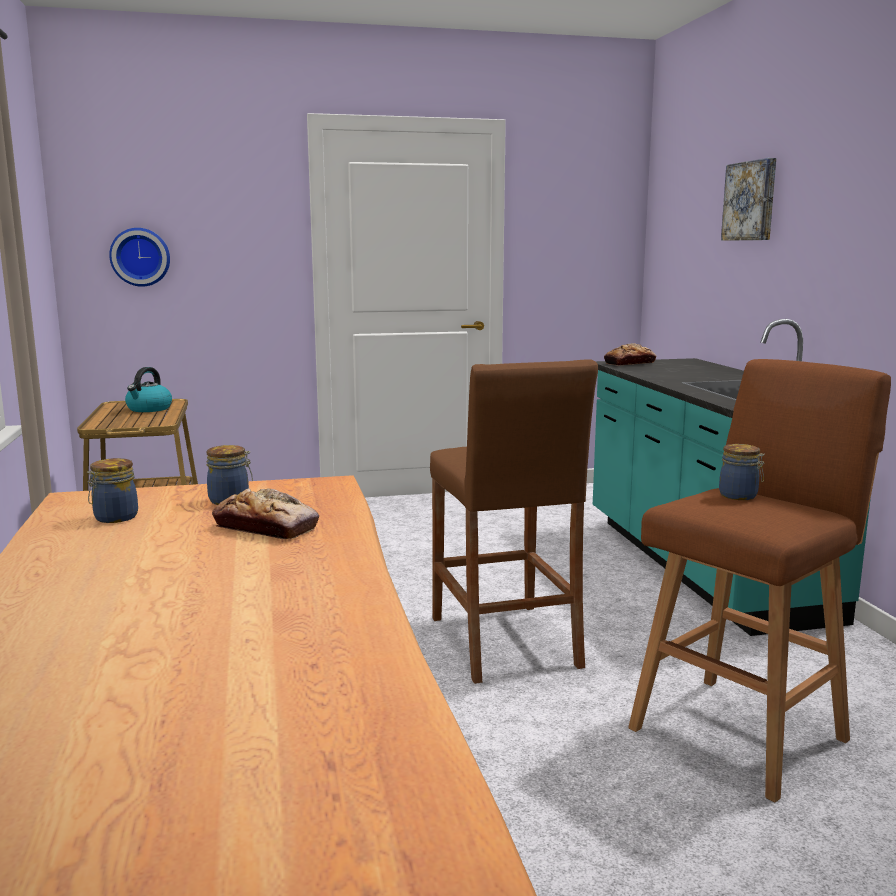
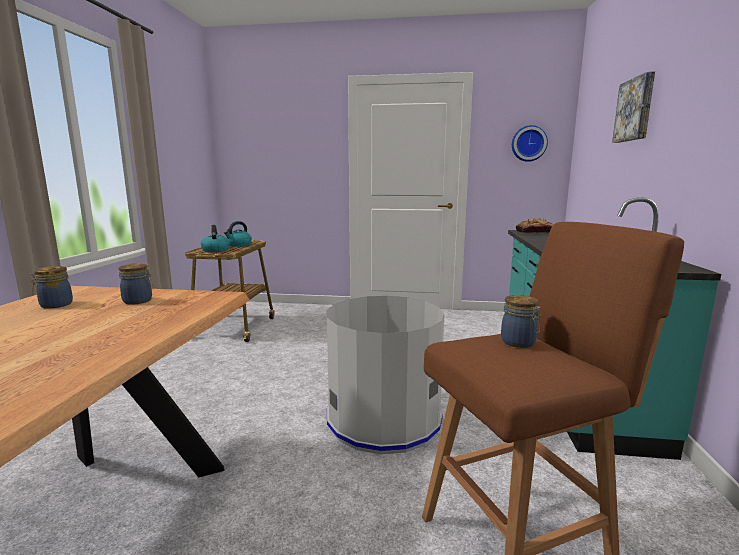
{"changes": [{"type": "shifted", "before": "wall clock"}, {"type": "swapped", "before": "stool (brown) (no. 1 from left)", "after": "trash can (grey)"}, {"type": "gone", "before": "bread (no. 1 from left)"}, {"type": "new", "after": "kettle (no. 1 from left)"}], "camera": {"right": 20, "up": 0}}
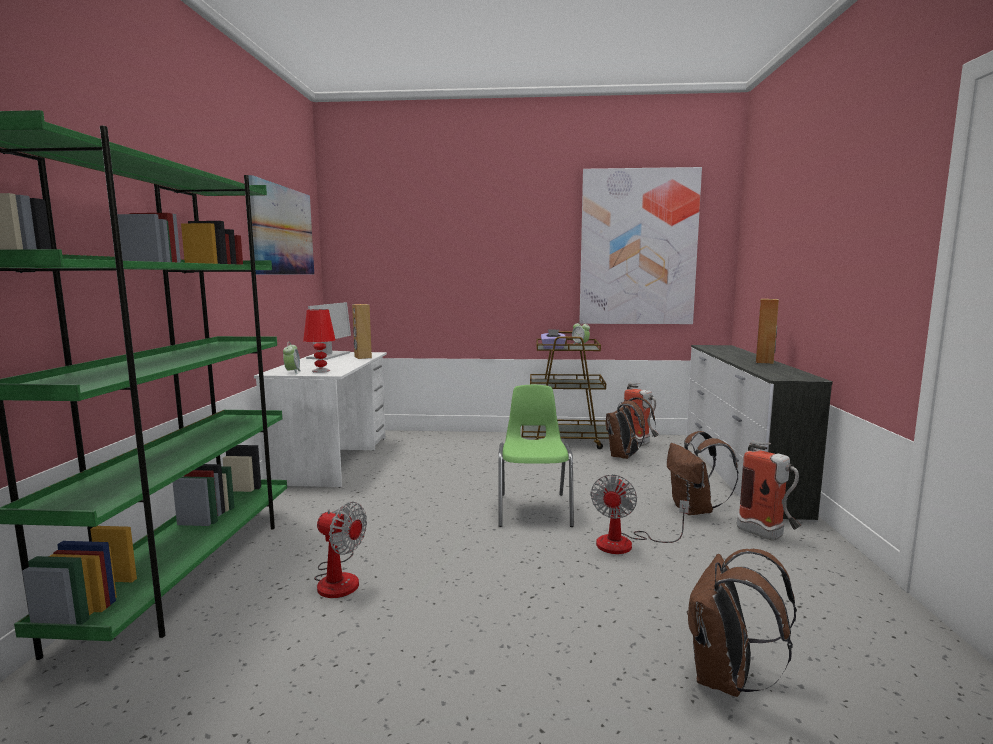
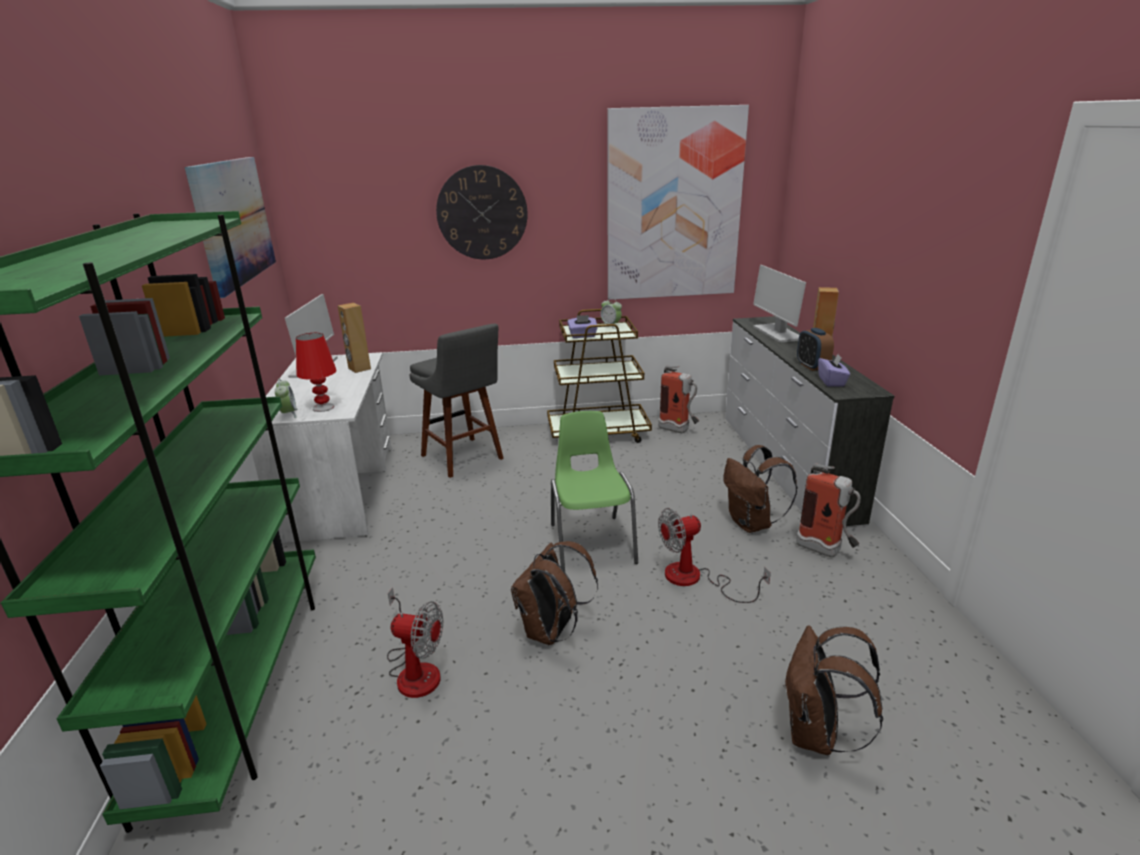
{"changes": [{"type": "shifted", "before": "backpack (brown) (no. 1 from left)"}, {"type": "rotated", "before": "fan (no. 2 from left)", "turn": 60}, {"type": "new", "after": "wall clock"}, {"type": "new", "after": "monitor (no. 2 from left)"}, {"type": "new", "after": "stool (grey)"}, {"type": "new", "after": "alarm clock (no. 3 from left)"}, {"type": "new", "after": "tissue box (purple) (no. 2 from left)"}], "camera": {"right": -10, "up": 15}}
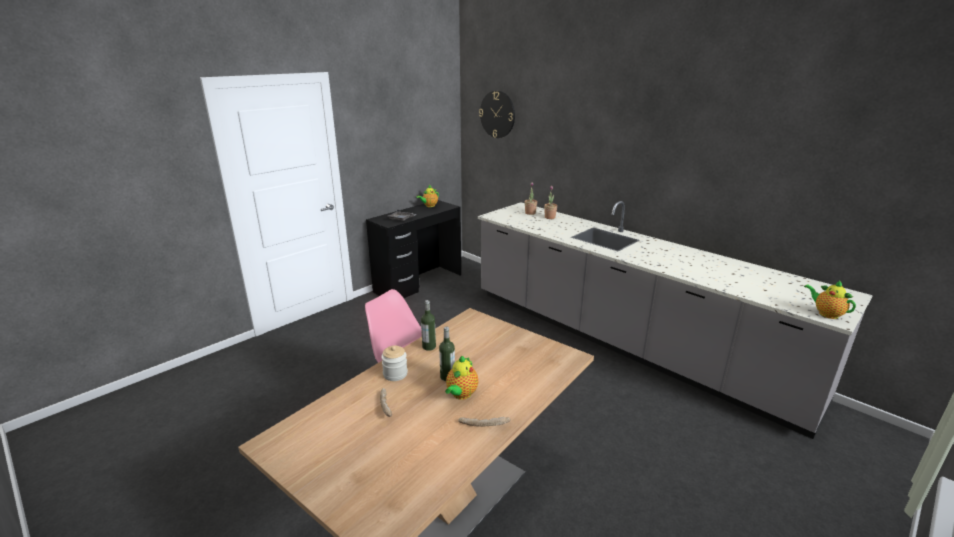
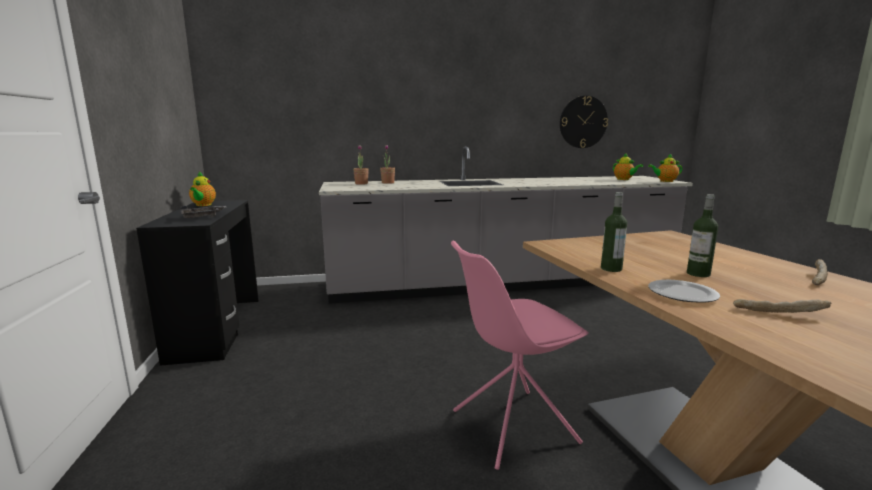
{"changes": [{"type": "shifted", "before": "wall clock"}, {"type": "swapped", "before": "jar", "after": "plate"}, {"type": "shifted", "before": "teapot (no. 2 from left)"}], "camera": {"right": -55, "up": -10}}
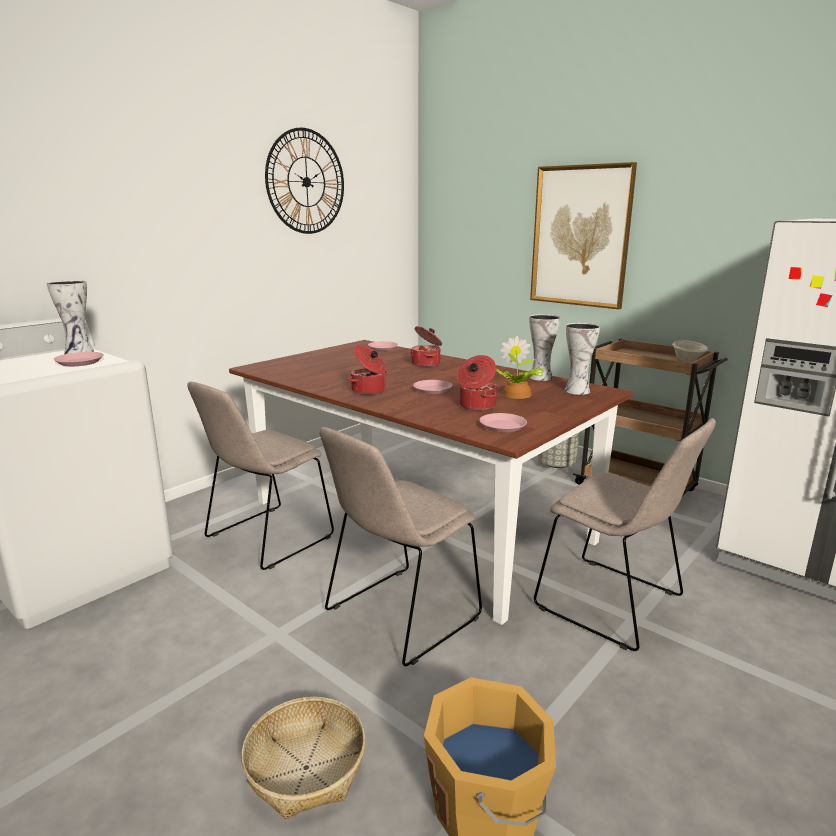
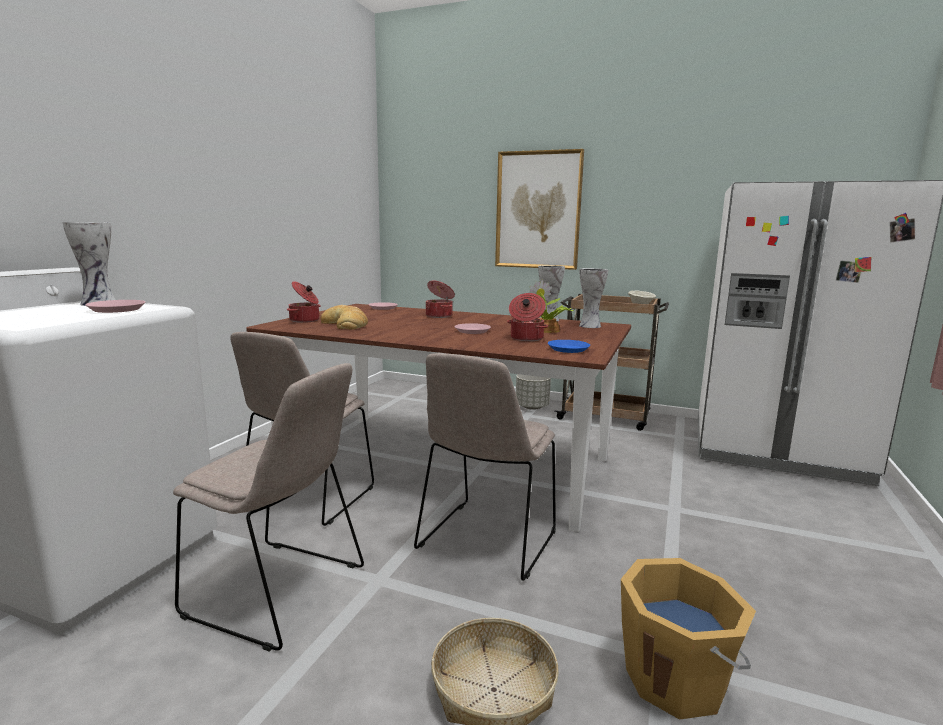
{"changes": [{"type": "gone", "before": "wall clock"}, {"type": "shifted", "before": "cooking pot (no. 1 from left)"}, {"type": "repainted", "before": "plate (pink) (no. 4 from left)", "after": "plate (blue)"}, {"type": "shifted", "before": "chair (beige) (no. 3 from left in the first image)", "after": "chair (beige) (no. 1 from left)"}, {"type": "new", "after": "bread"}], "camera": {"right": -20, "up": -5}}
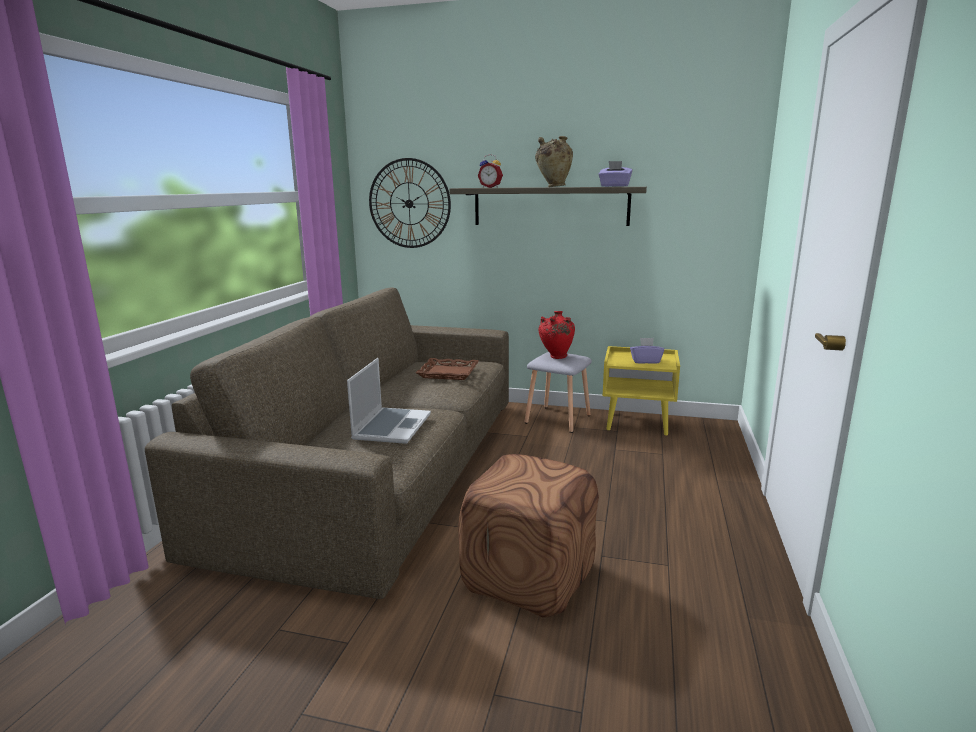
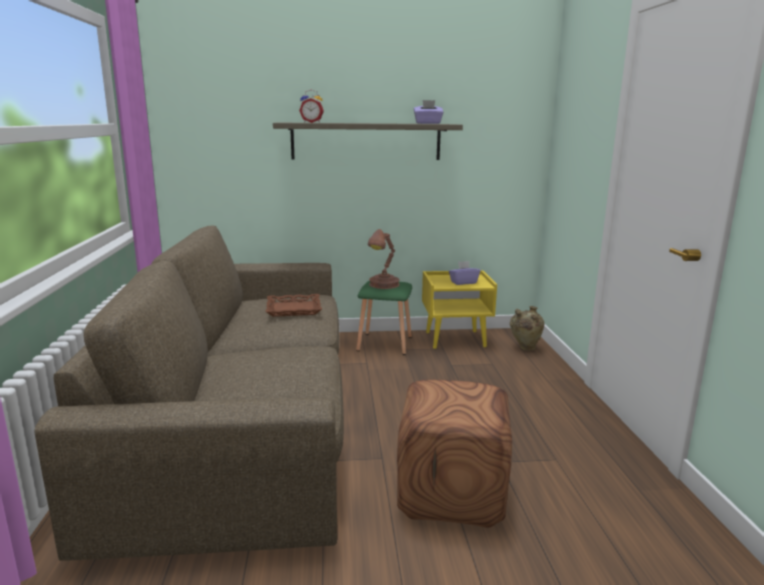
{"changes": [{"type": "shifted", "before": "vase (beige)"}, {"type": "gone", "before": "wall clock"}, {"type": "swapped", "before": "vase (red)", "after": "table lamp (brown)"}, {"type": "repainted", "before": "stool (grey)", "after": "stool (green)"}, {"type": "gone", "before": "laptop"}], "camera": {"right": -20, "up": 0}}
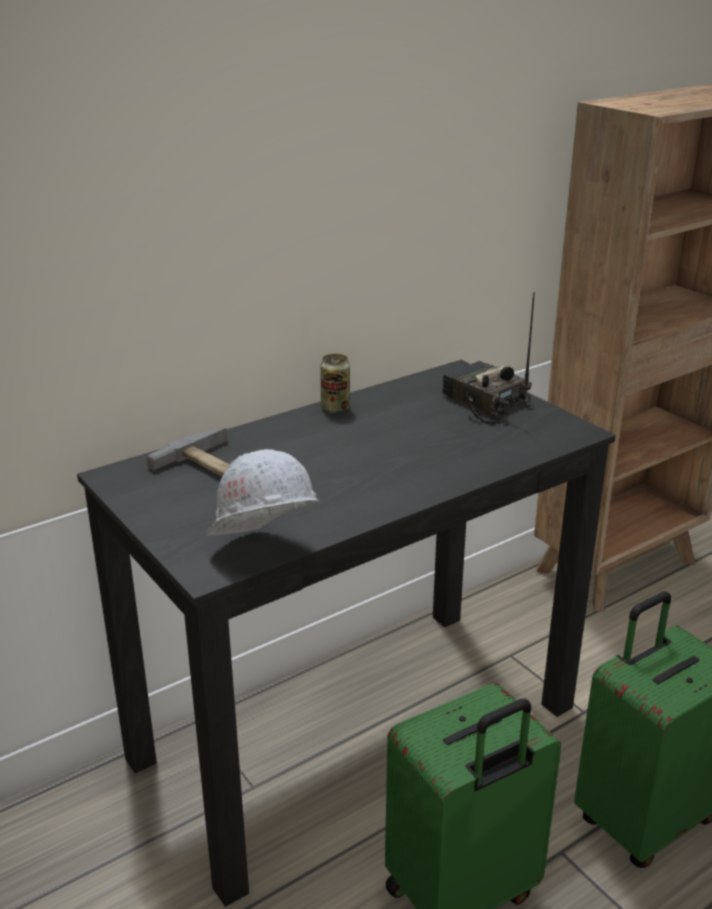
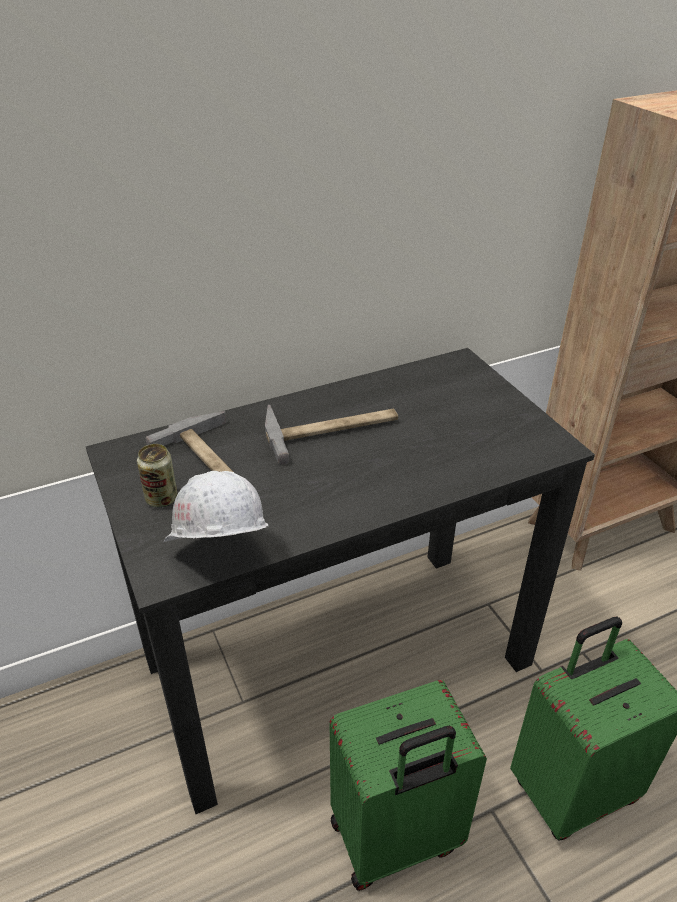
{"changes": [{"type": "gone", "before": "radio"}, {"type": "shifted", "before": "can"}, {"type": "new", "after": "hammer (no. 2 from left)"}], "camera": {"right": 10, "up": 10}}
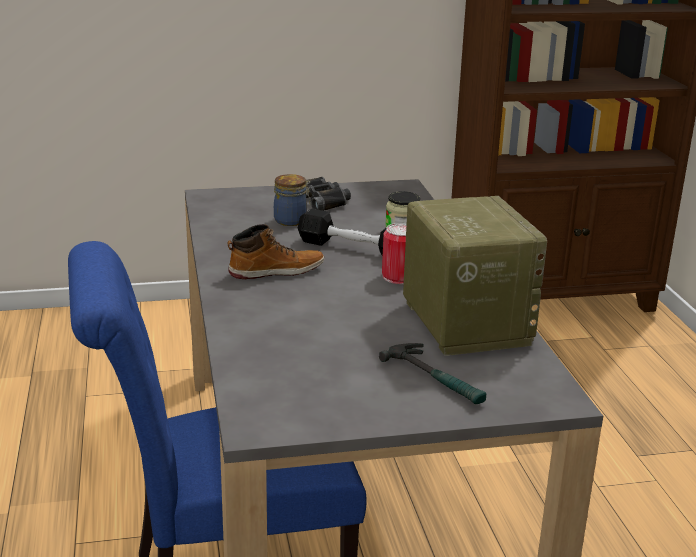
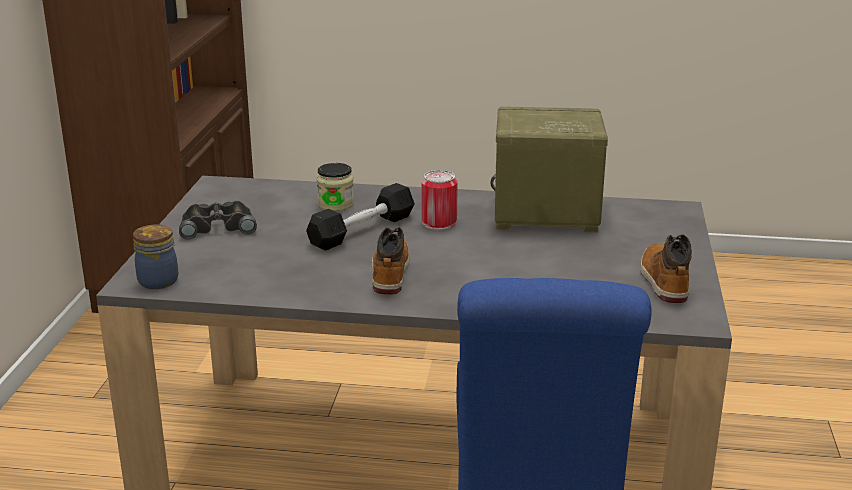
{"changes": [{"type": "shifted", "before": "jar (no. 1 from left)"}, {"type": "gone", "before": "hammer"}, {"type": "new", "after": "boot (no. 2 from left)"}], "camera": {"right": -70, "up": 0}}
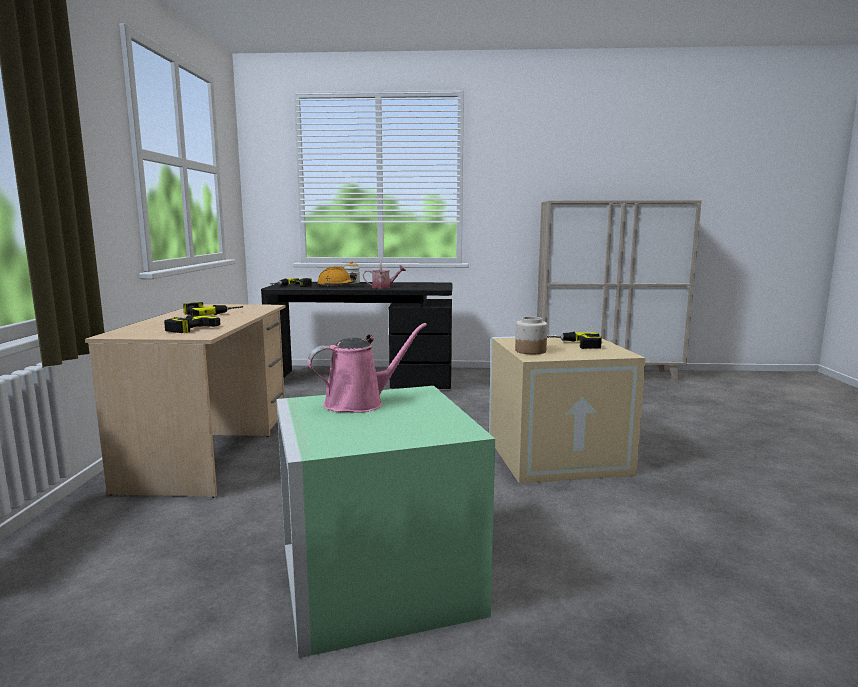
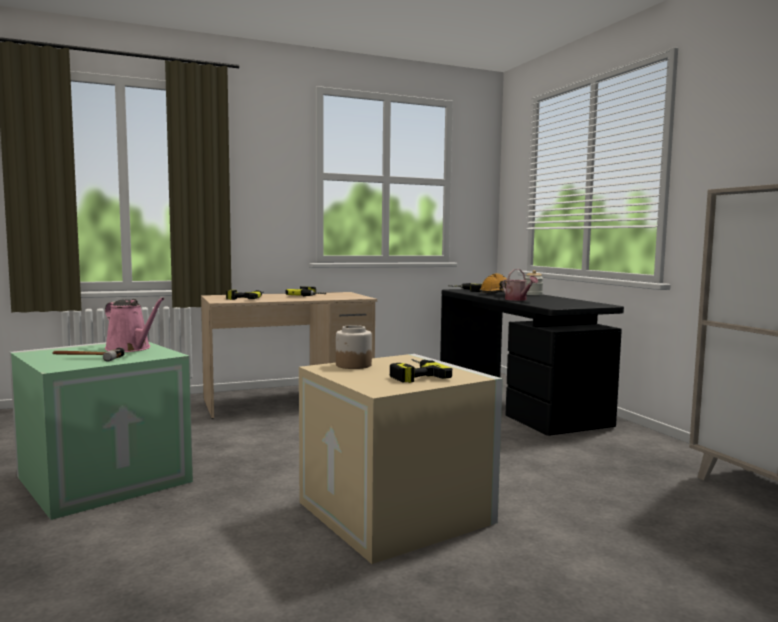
{"changes": [{"type": "new", "after": "hammer"}], "camera": {"right": 65, "up": -5}}
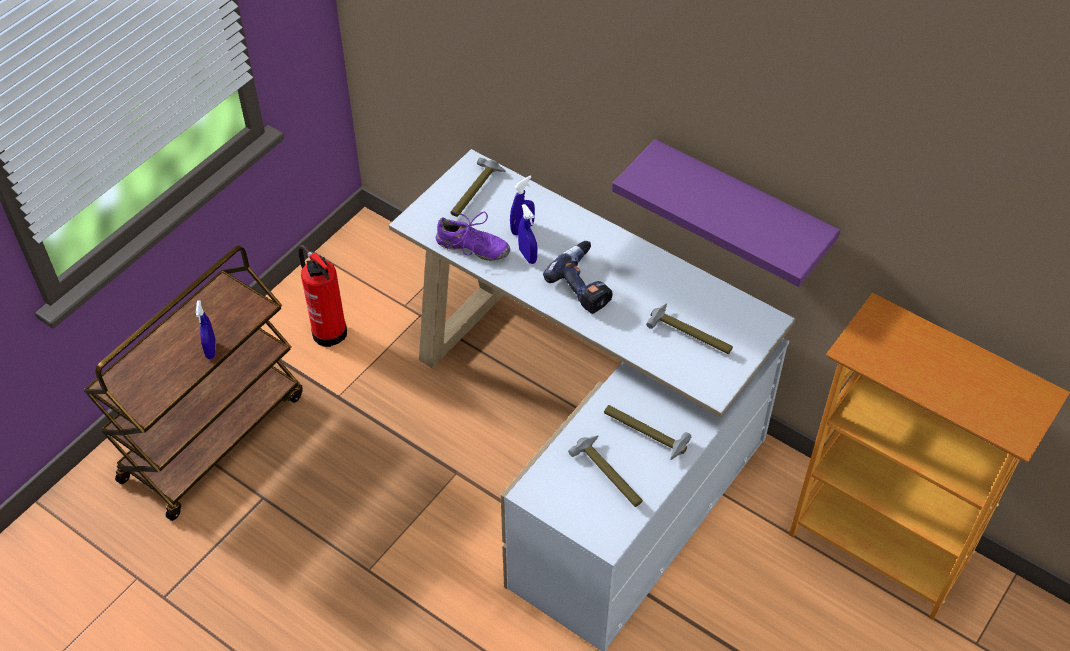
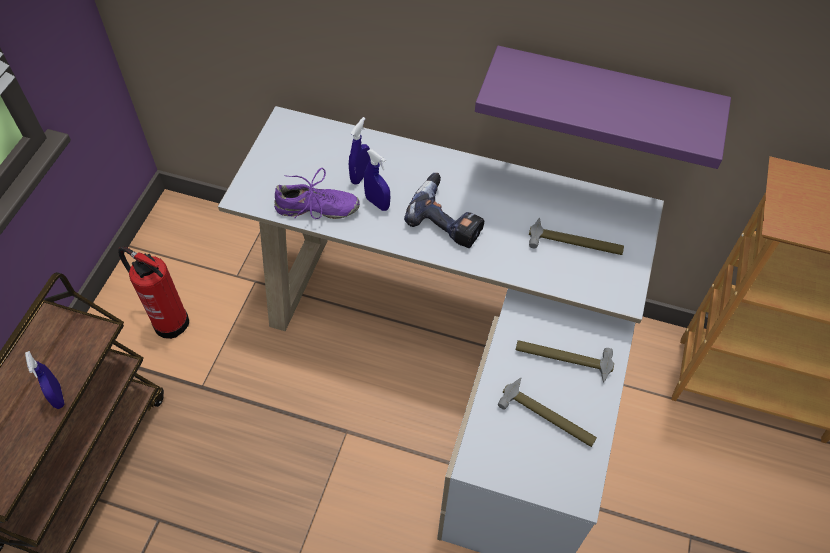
{"changes": [{"type": "gone", "before": "hammer (no. 1 from left)"}], "camera": {"right": -20, "up": 5}}
